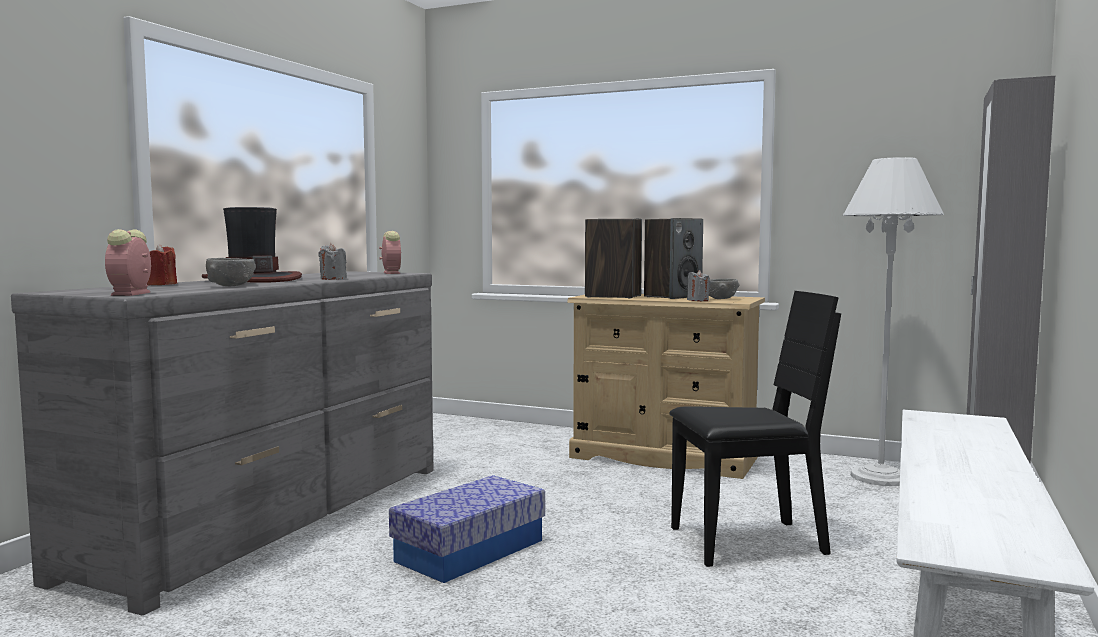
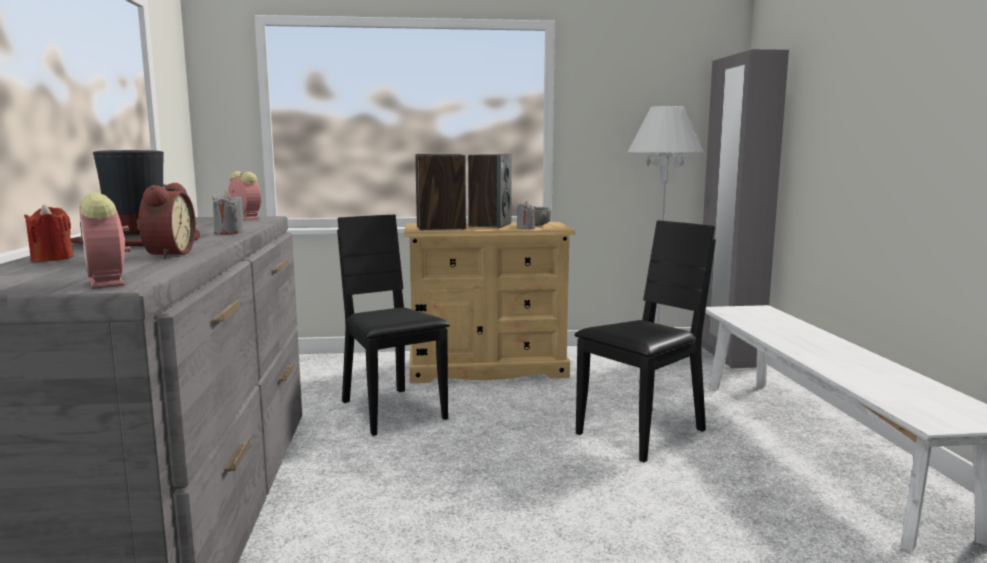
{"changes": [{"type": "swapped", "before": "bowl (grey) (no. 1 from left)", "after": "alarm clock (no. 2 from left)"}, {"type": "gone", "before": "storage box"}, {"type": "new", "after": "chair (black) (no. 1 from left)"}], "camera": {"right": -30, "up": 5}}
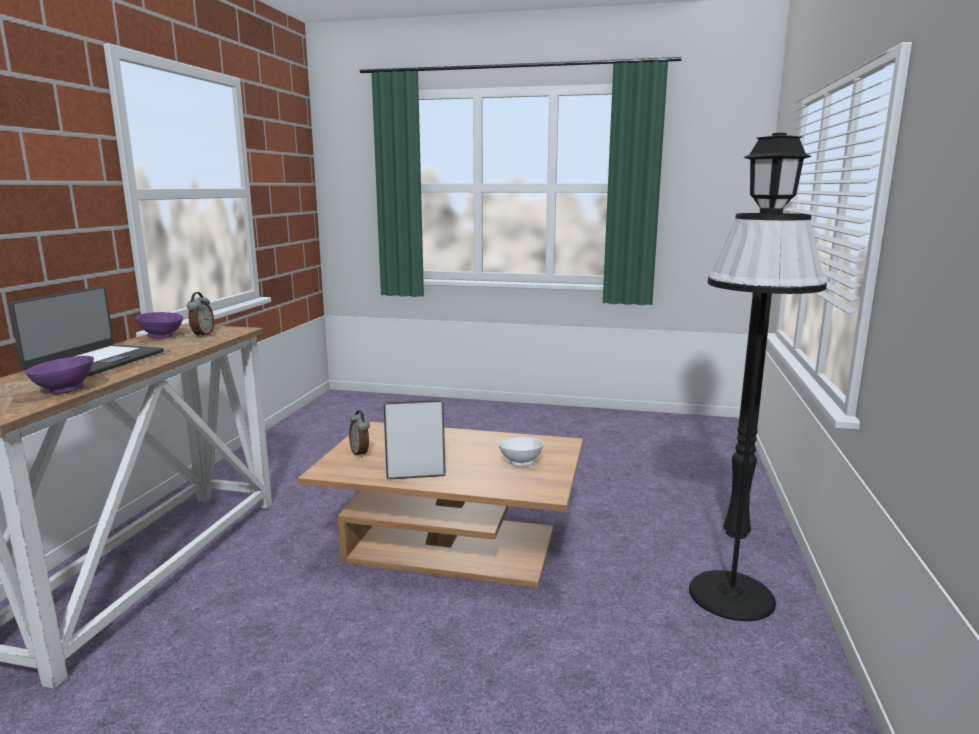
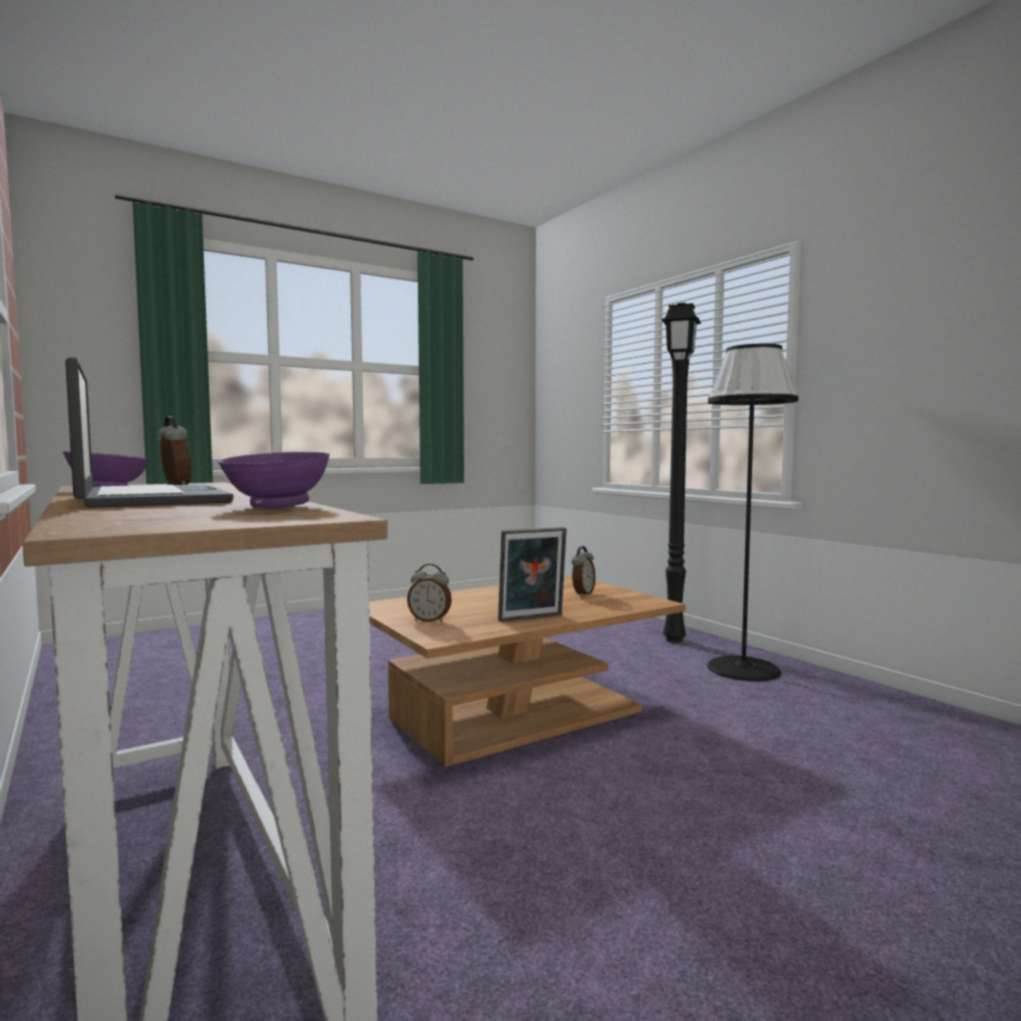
{"changes": [{"type": "rotated", "before": "picture frame", "turn": -150}, {"type": "swapped", "before": "bowl (white)", "after": "alarm clock (no. 3 from left)"}], "camera": {"right": -45, "up": -10}}
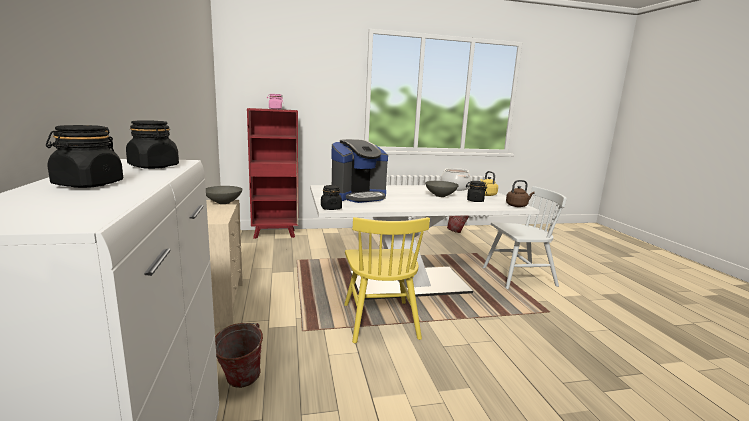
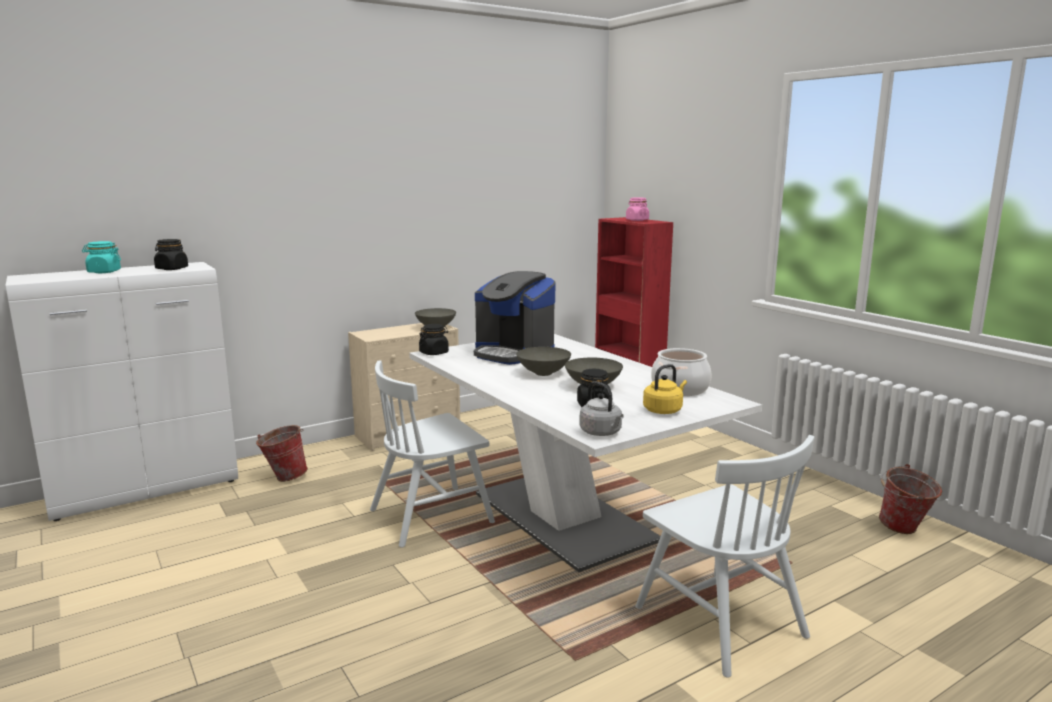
{"changes": [{"type": "repainted", "before": "jar (black) (no. 1 from left)", "after": "jar (turquoise)"}, {"type": "repainted", "before": "kettle (brown)", "after": "kettle (grey)"}, {"type": "repainted", "before": "chair (yellow)", "after": "chair (white) (no. 1 from left)"}, {"type": "new", "after": "bowl (grey) (no. 2 from left)"}], "camera": {"right": 70, "up": 0}}
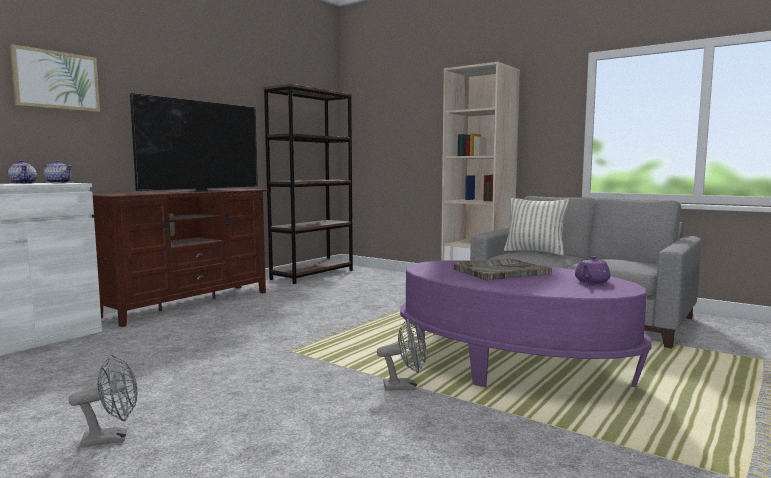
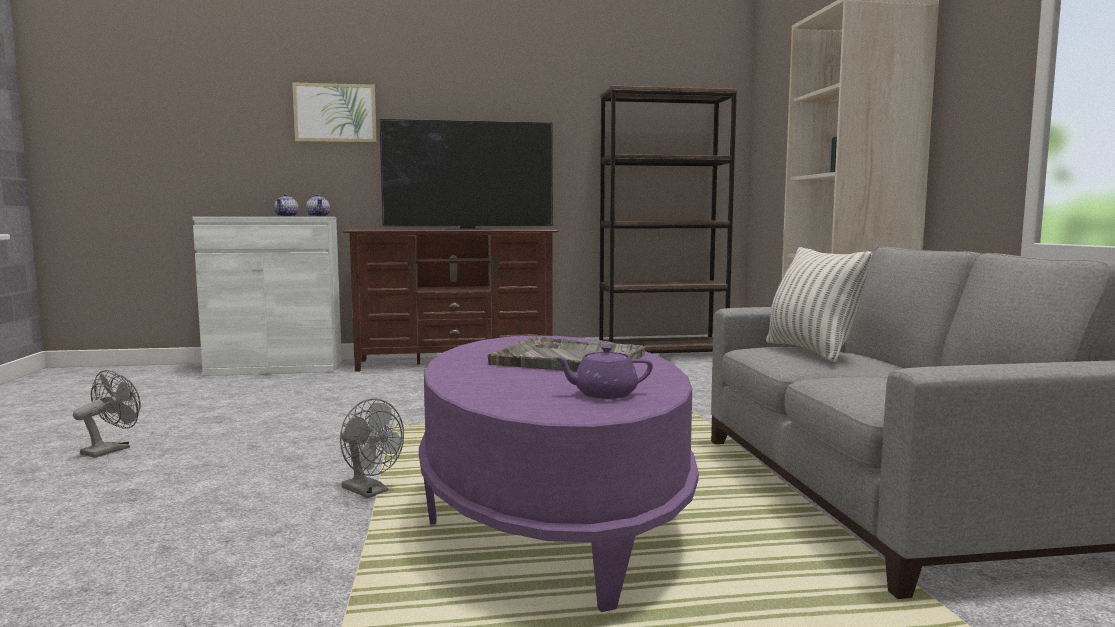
{"changes": [{"type": "rotated", "before": "fan (grey) (no. 1 from left)", "turn": -90}], "camera": {"right": 45, "up": 0}}
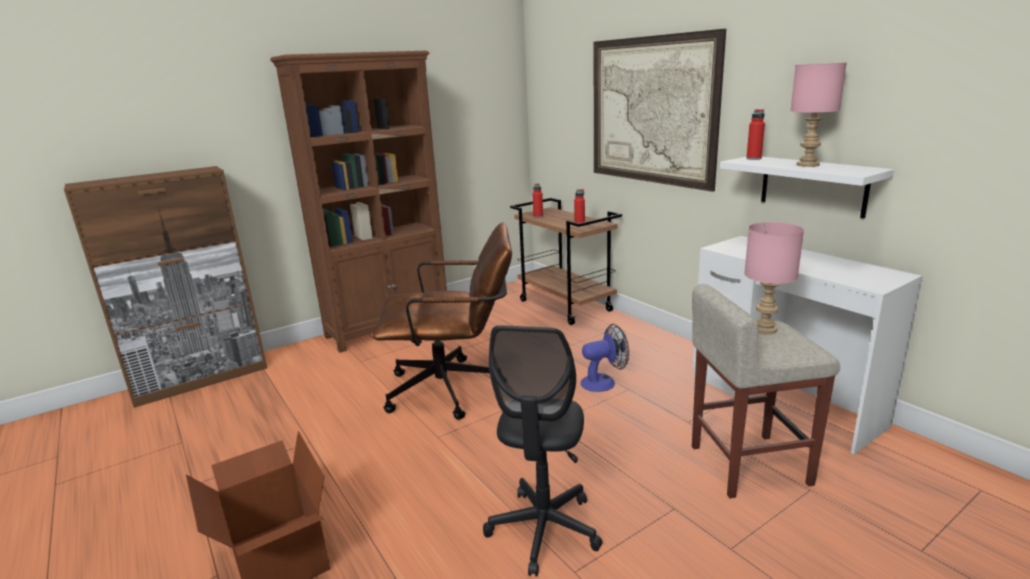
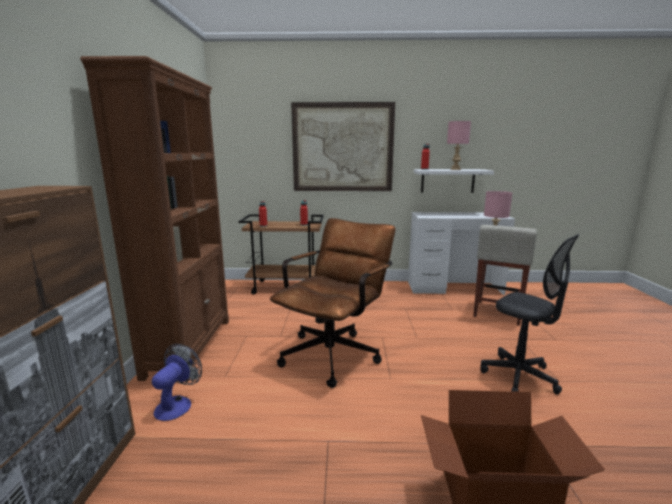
{"changes": [{"type": "shifted", "before": "fan"}], "camera": {"right": -55, "up": -5}}
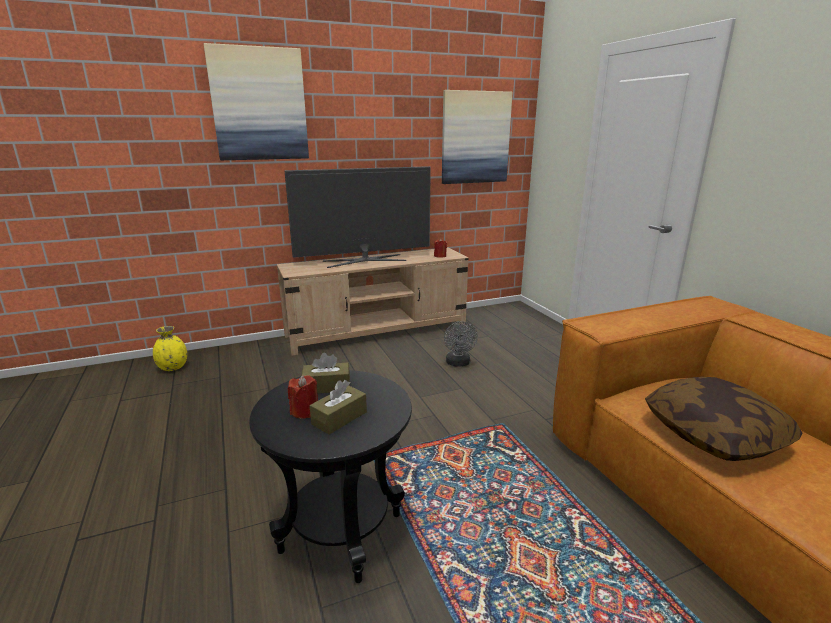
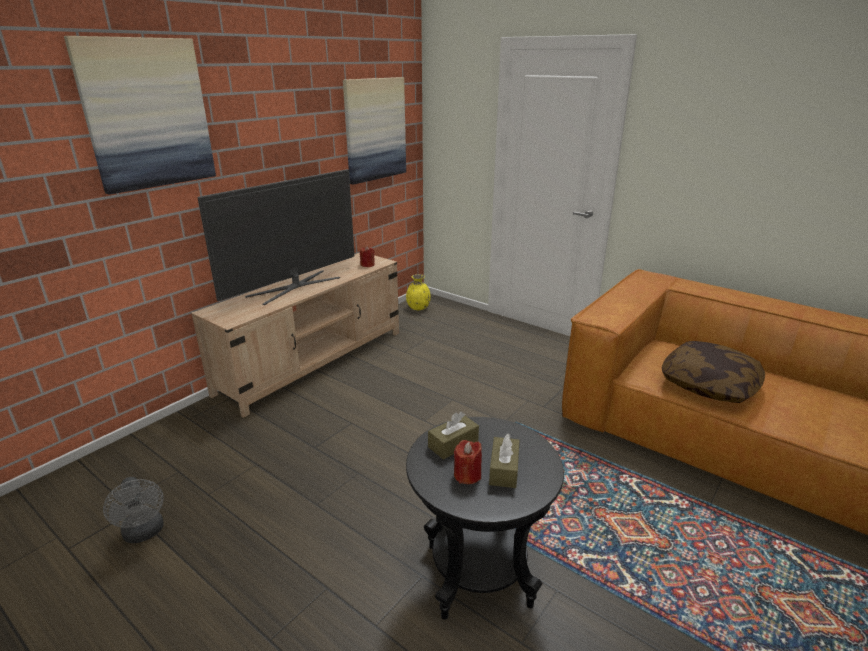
{"changes": [{"type": "shifted", "before": "fan (grey)"}, {"type": "shifted", "before": "vase (yellow)"}], "camera": {"right": -30, "up": 5}}
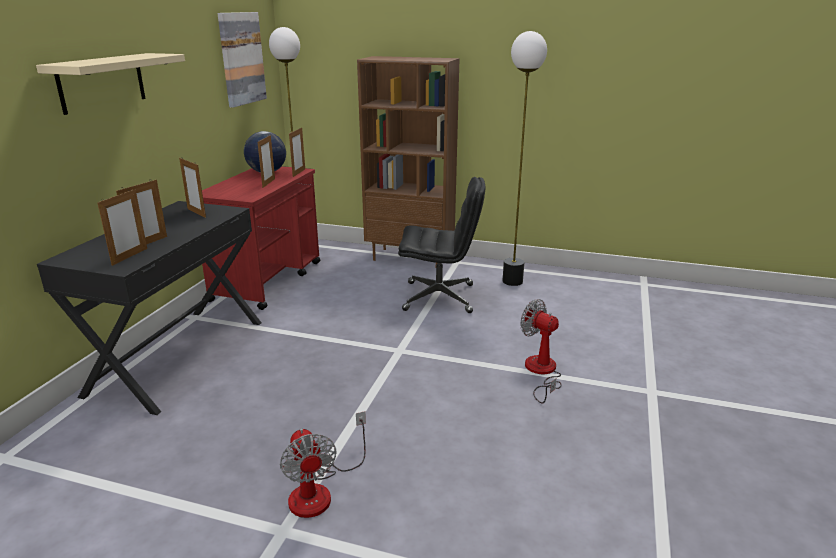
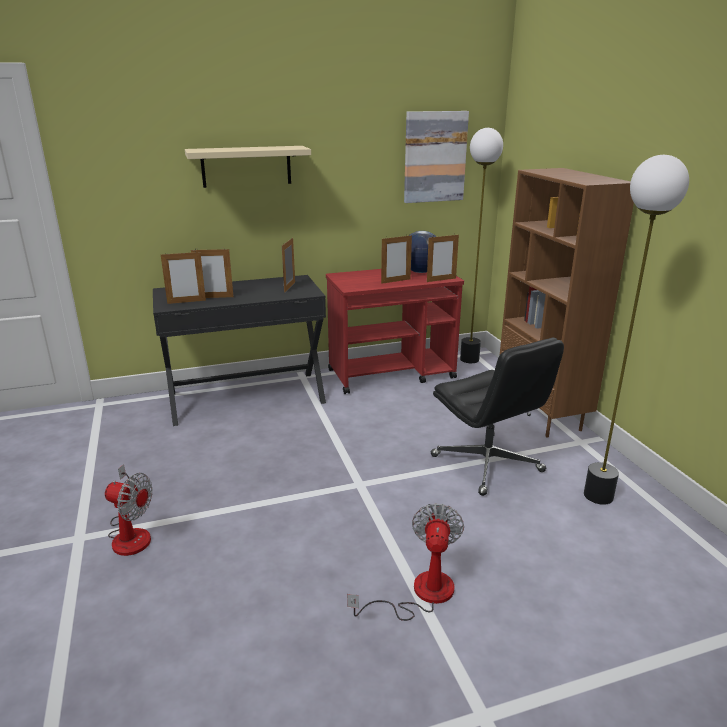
{"changes": [{"type": "rotated", "before": "fan (no. 1 from left)", "turn": -105}], "camera": {"right": 55, "up": 0}}
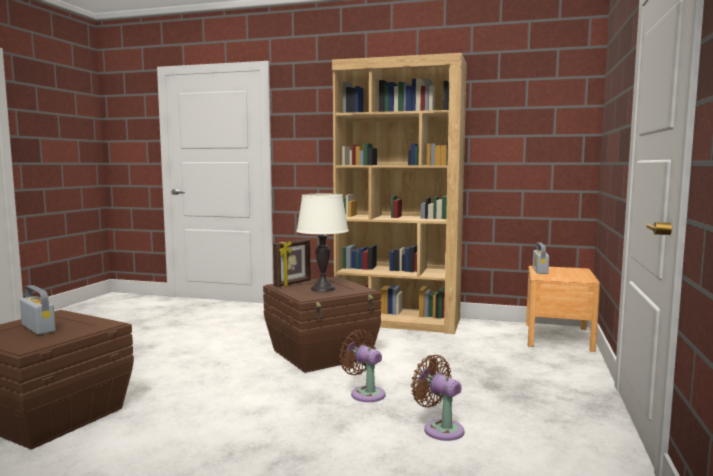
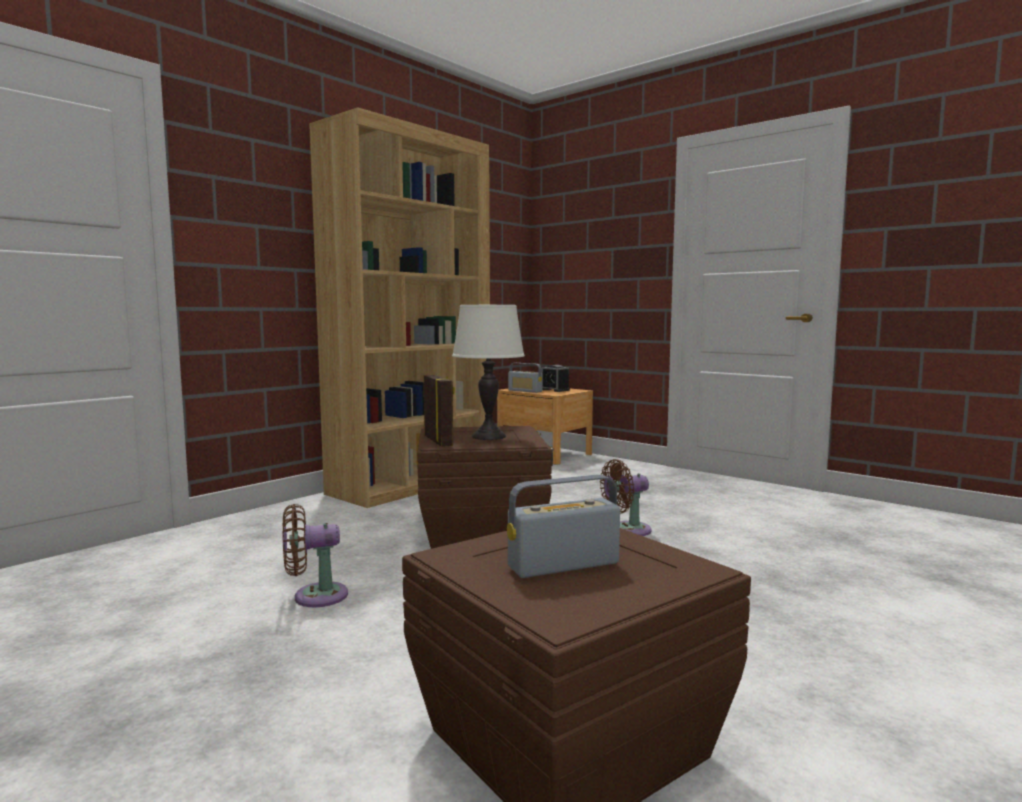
{"changes": [{"type": "shifted", "before": "fan (brown) (no. 2 from left in the first image)", "after": "fan (brown) (no. 1 from left)"}, {"type": "new", "after": "alarm clock"}], "camera": {"right": -65, "up": 0}}
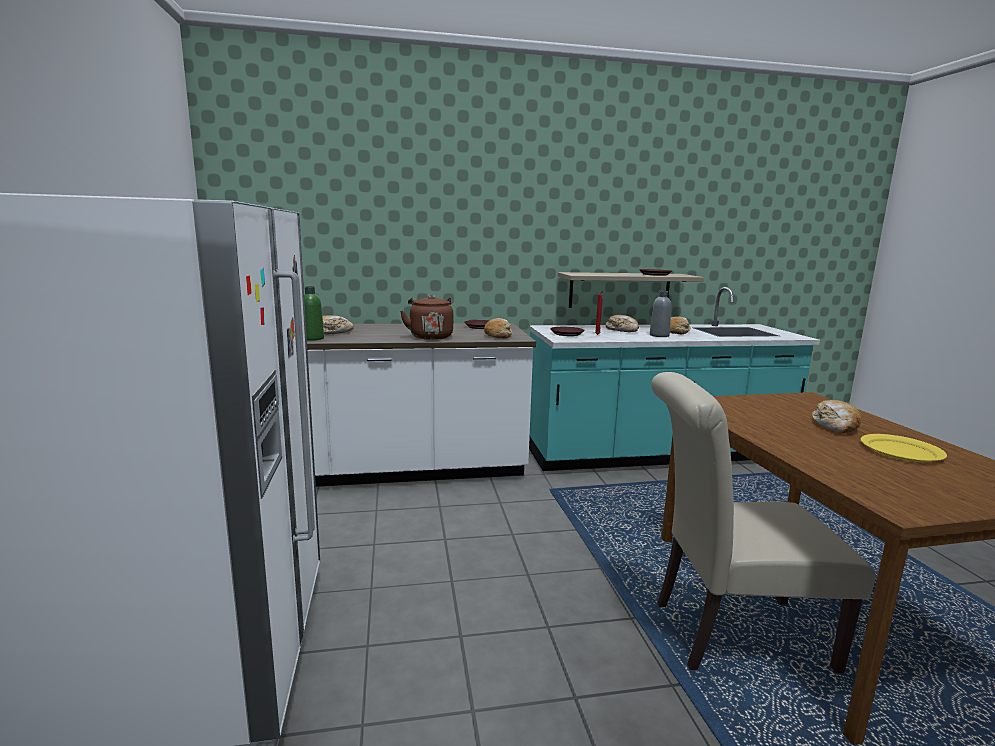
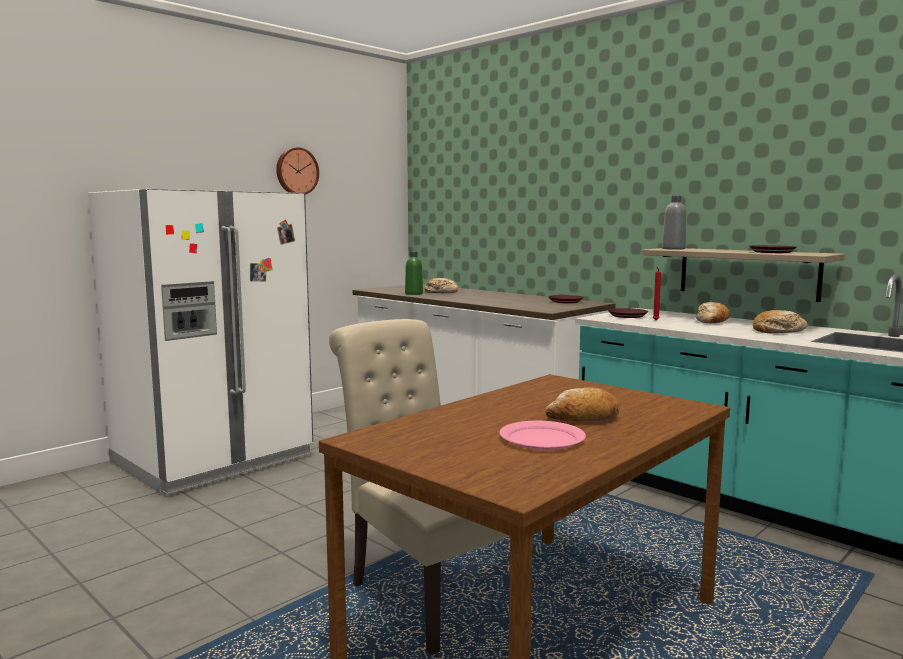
{"changes": [{"type": "shifted", "before": "bottle (grey)"}, {"type": "gone", "before": "kettle (brown)"}, {"type": "gone", "before": "bread (no. 2 from left)"}, {"type": "repainted", "before": "plate (yellow)", "after": "plate (pink)"}, {"type": "new", "after": "wall clock"}], "camera": {"right": 55, "up": -5}}
